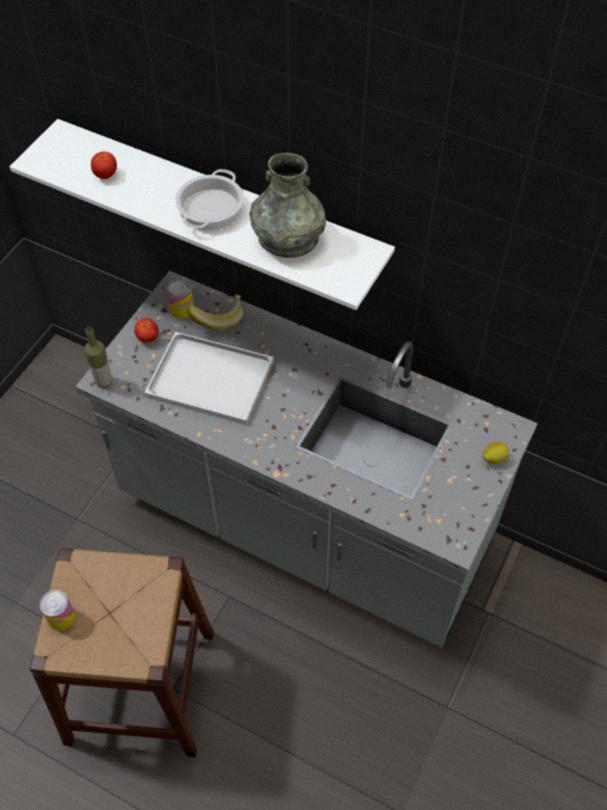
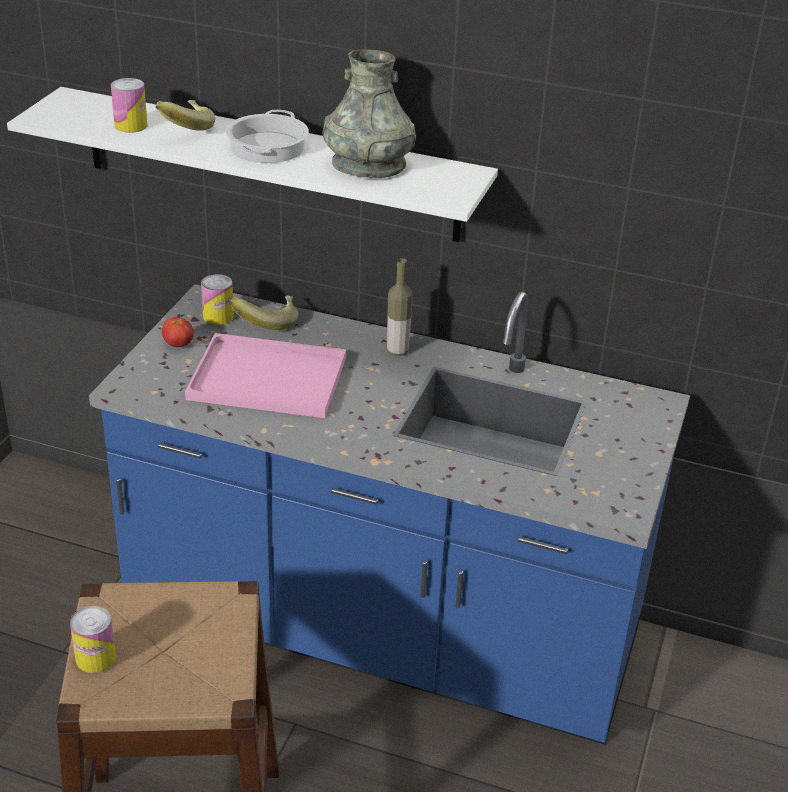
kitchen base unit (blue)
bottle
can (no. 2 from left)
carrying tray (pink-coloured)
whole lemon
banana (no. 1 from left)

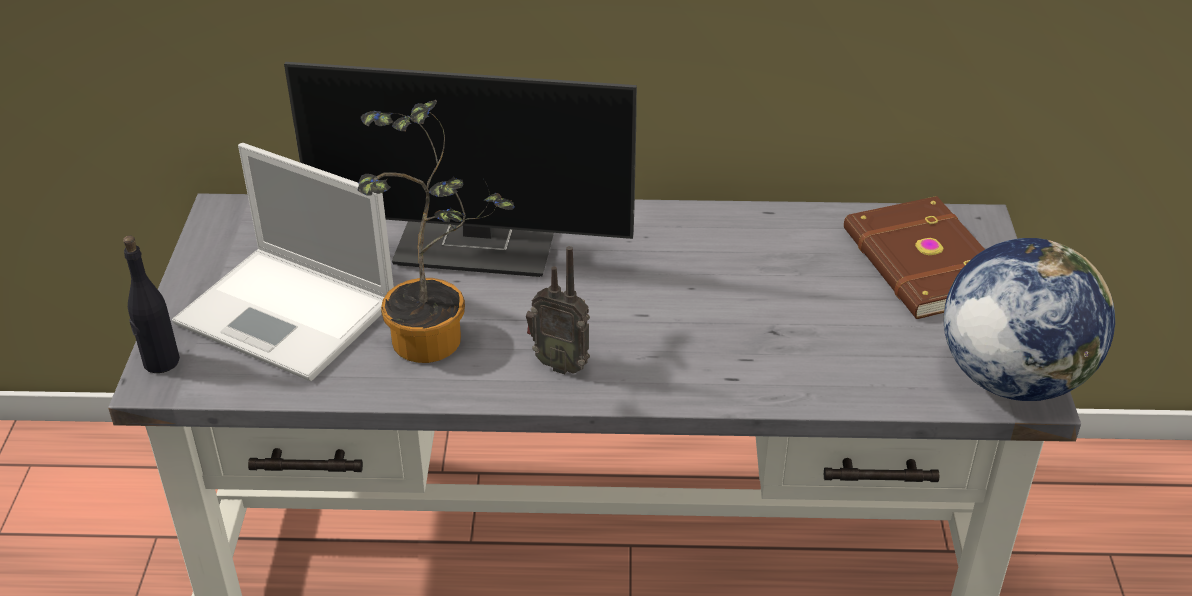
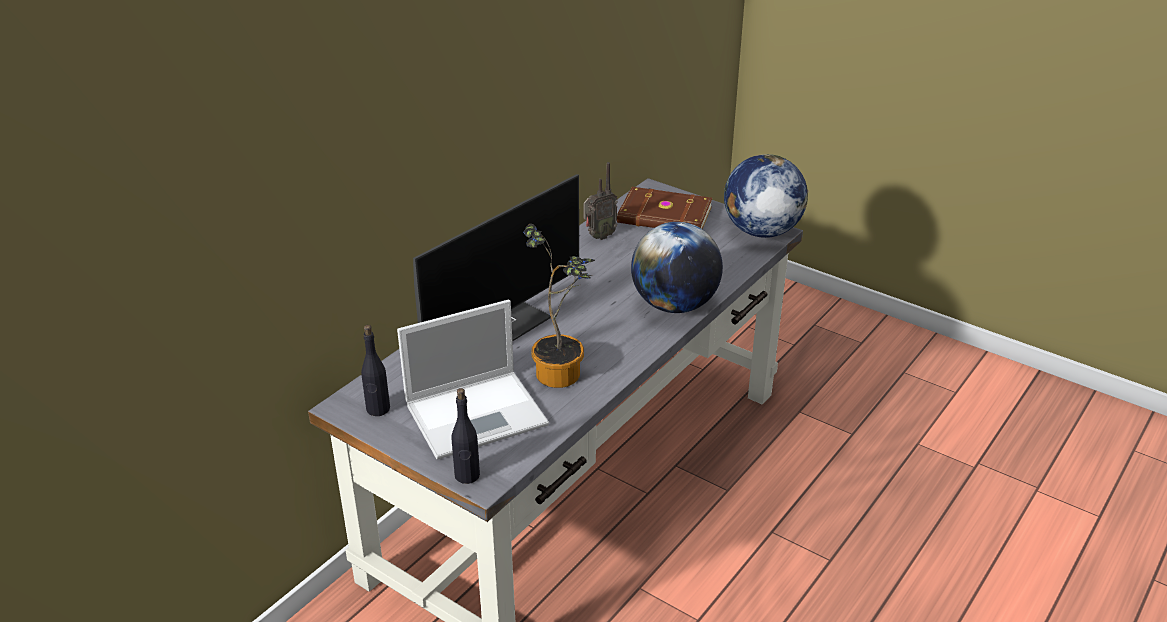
radio set
bottle (blackish) (no. 1 from left)
desk globe (no. 1 from left)

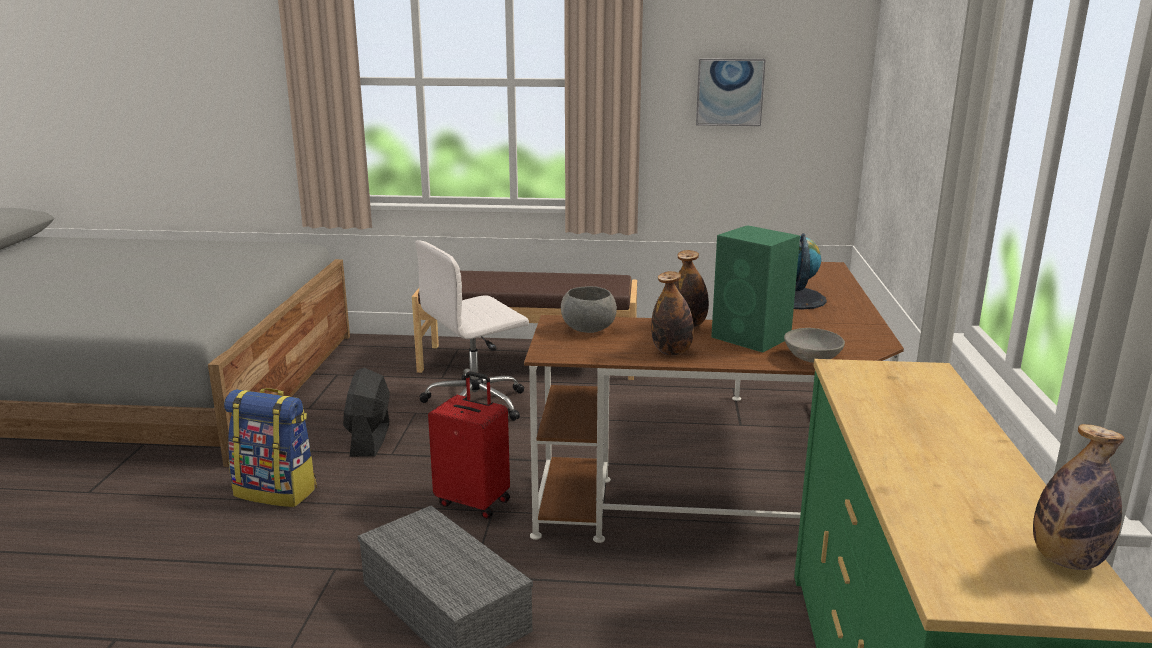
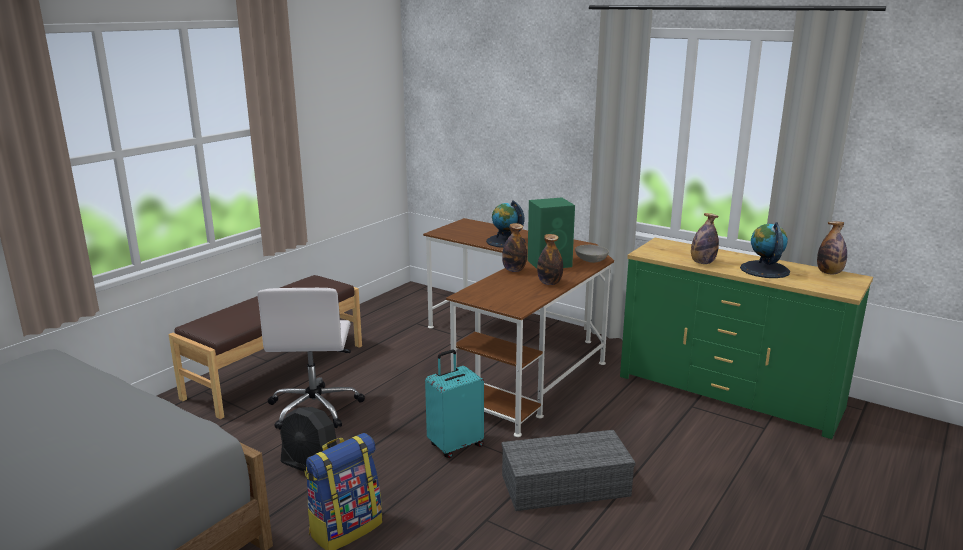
travel case (turquoise)
serving bowl (grey) (no. 1 from left in the first image)
wall art
bottle (no. 3 from left)
desk globe (no. 2 from left)

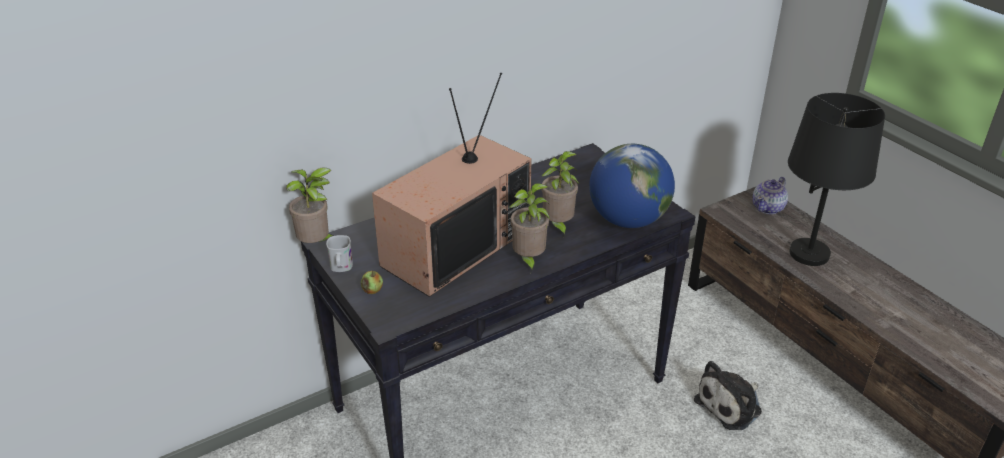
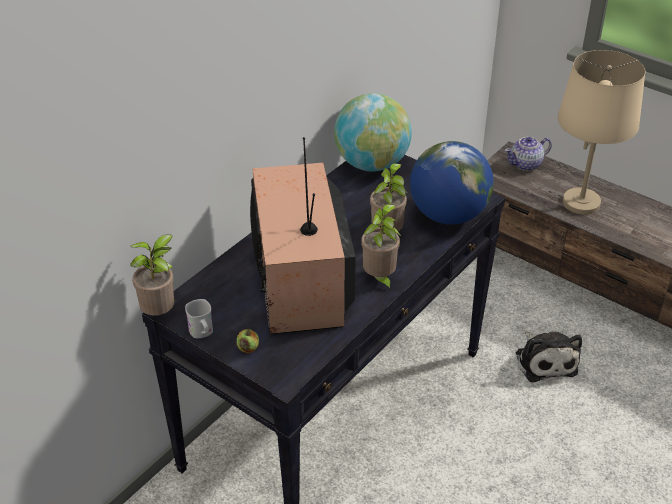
TV set
soft toy
pot for tea
lamp for a table (sand-coloured)
desk globe (no. 1 from left)

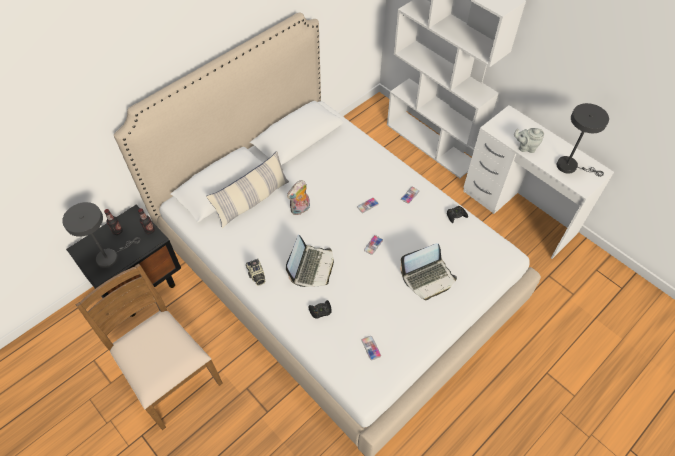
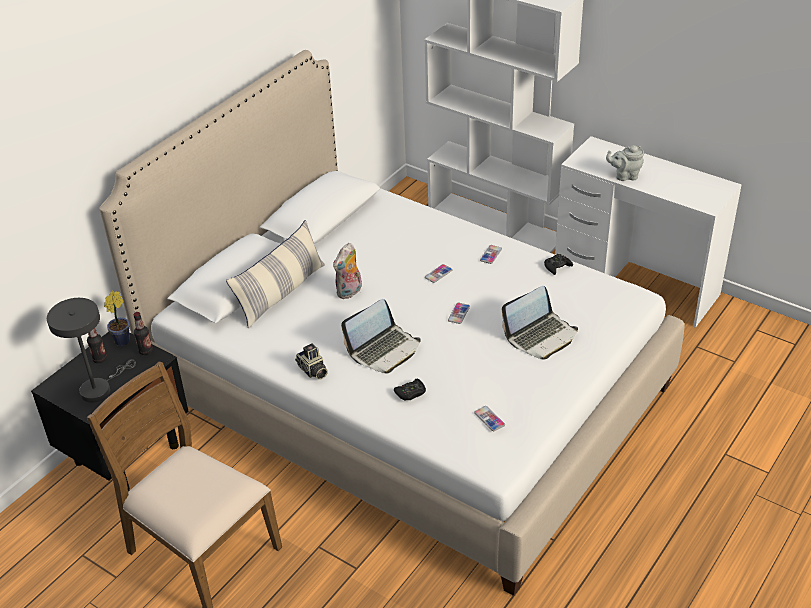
notebook computer (no. 1 from left)
lamp for a table (grey) (no. 2 from left in the first image)
plant in a pot

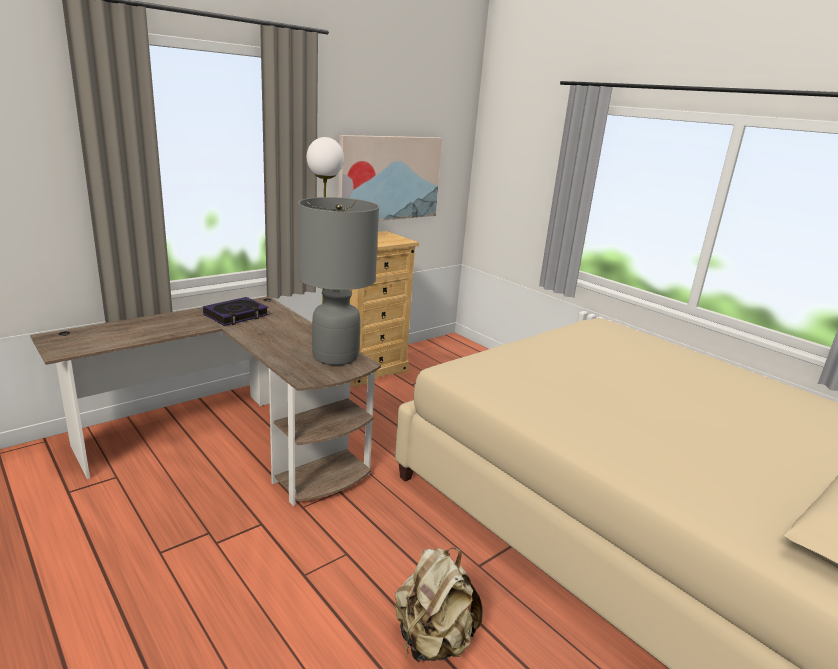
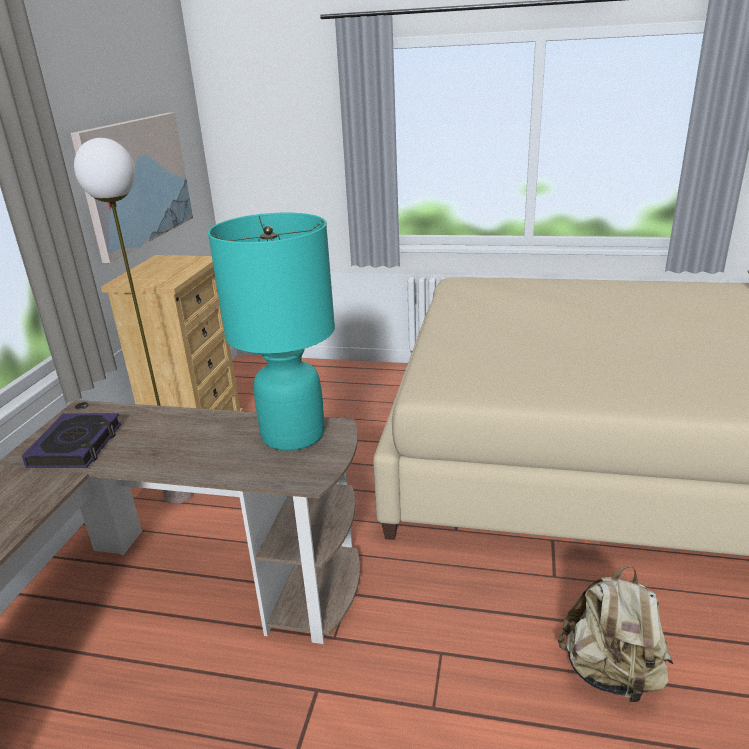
lamp for a table (turquoise)

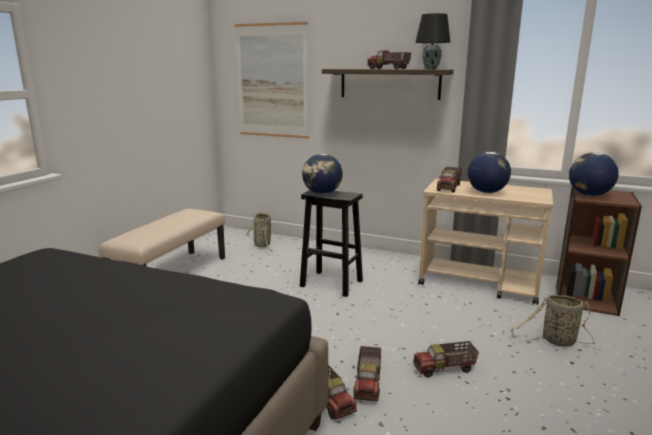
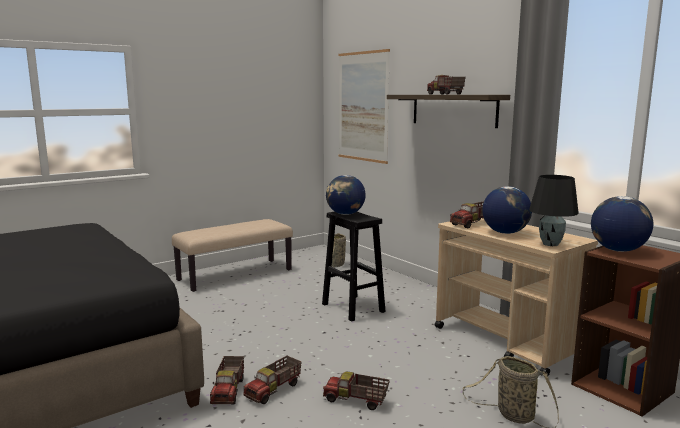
lamp for a table (blackish)

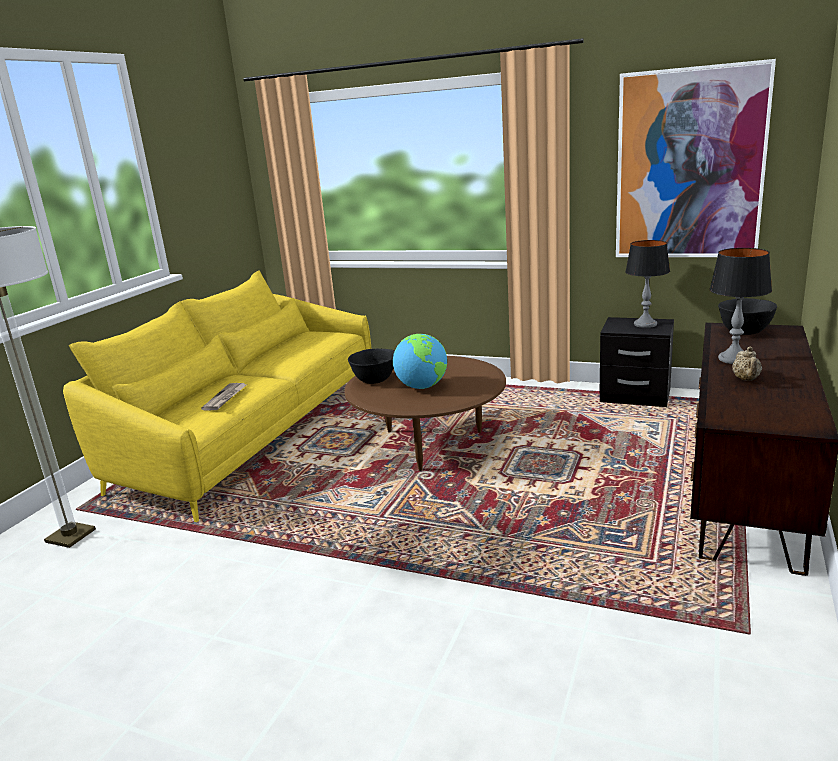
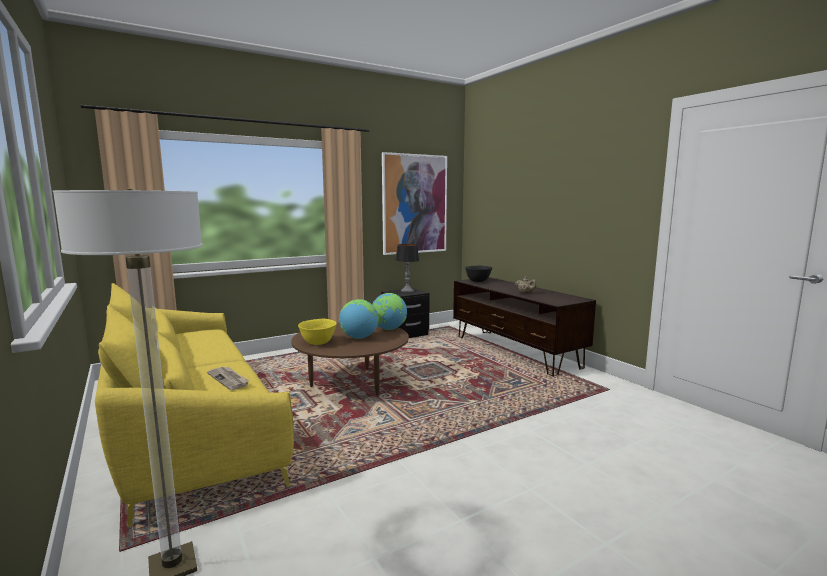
serving bowl (yellowish)
lamp for a table (no. 2 from left in the first image)
desk globe (no. 2 from left)

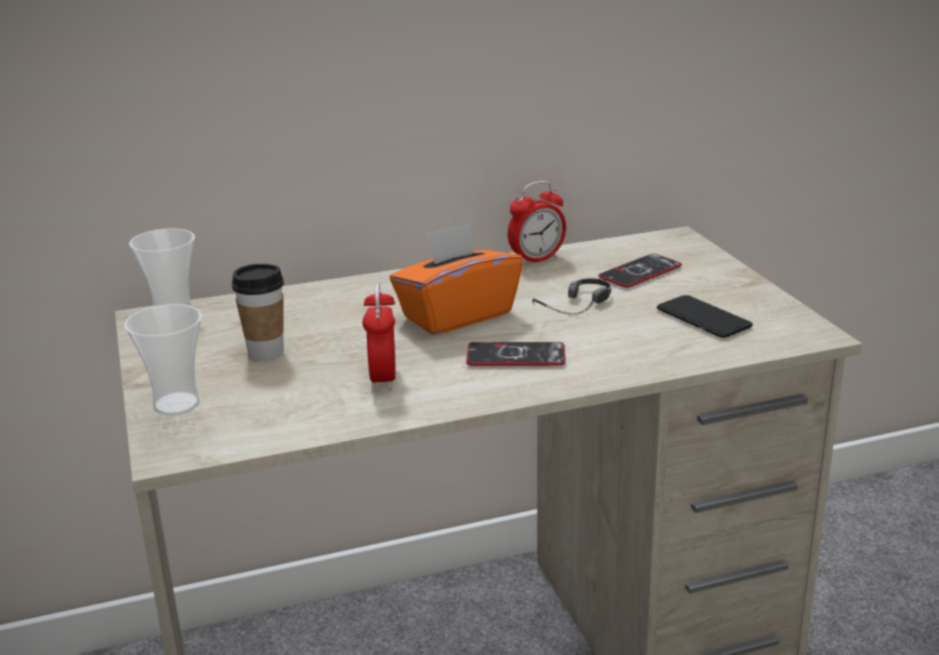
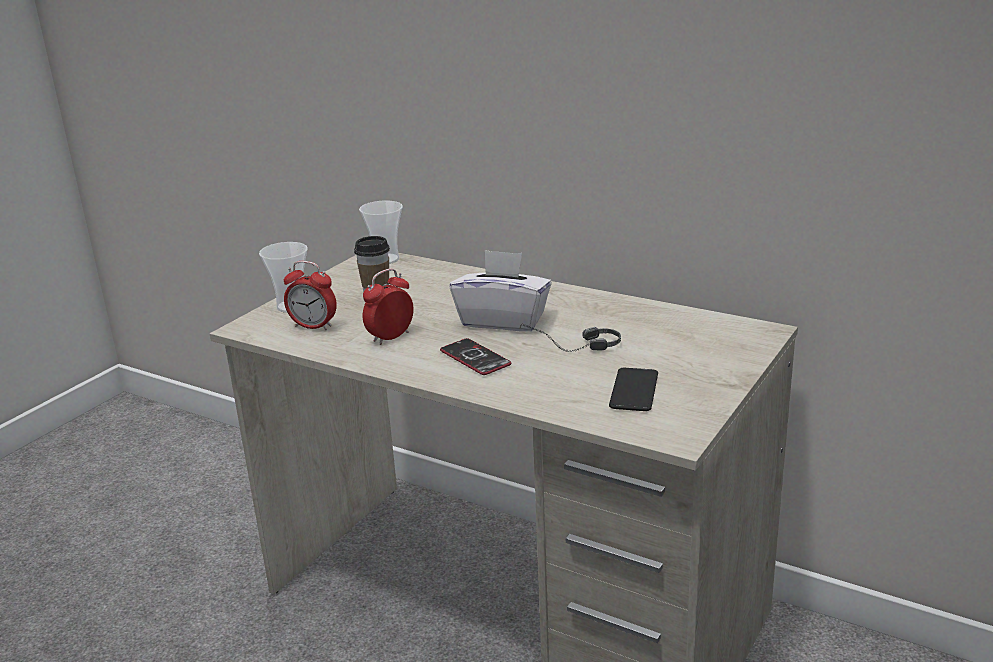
tissue box (white)
alarm clock (no. 1 from left)
telephone (no. 2 from left in the first image)

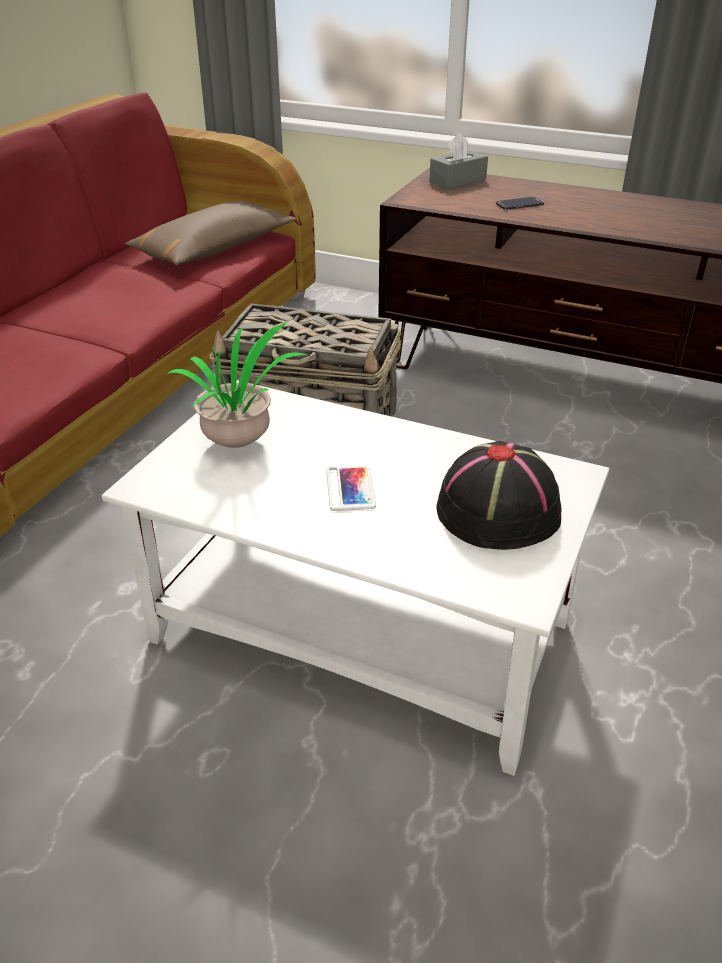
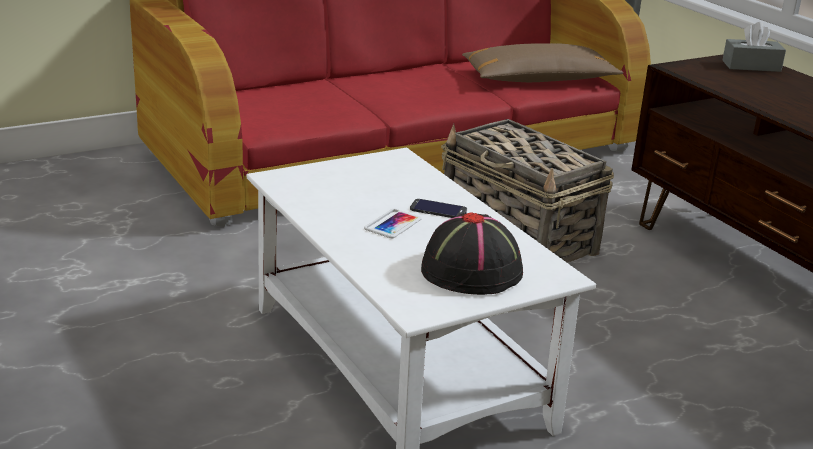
plant in a pot
telephone (no. 2 from left)

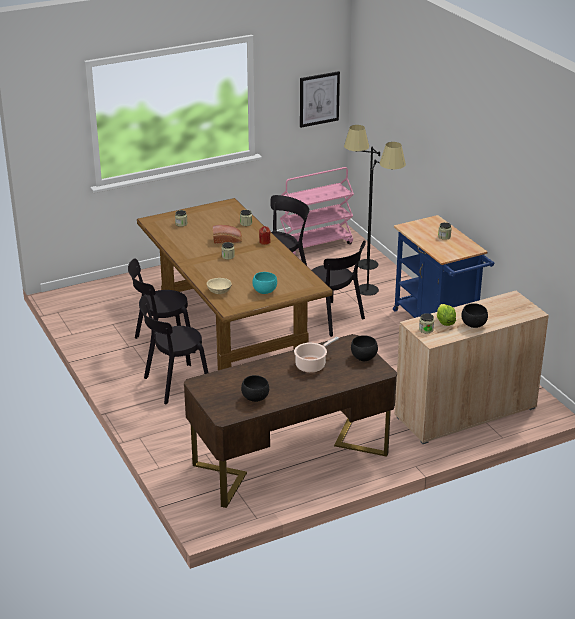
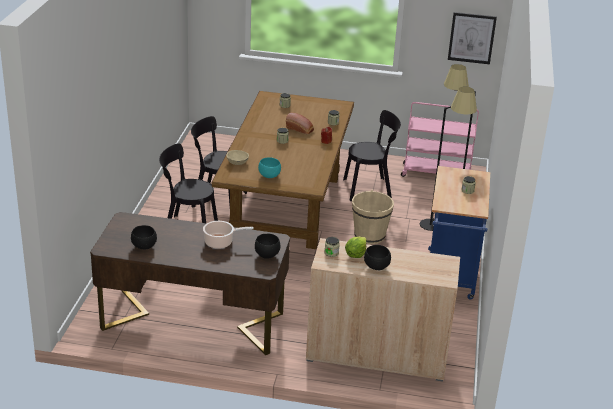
pail (sand-coloured)

